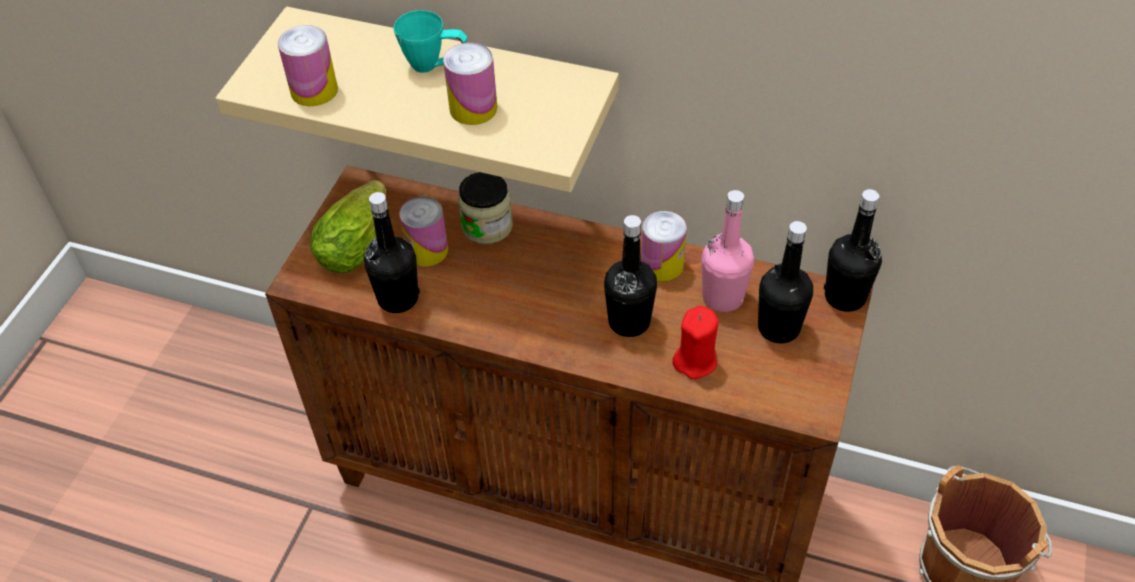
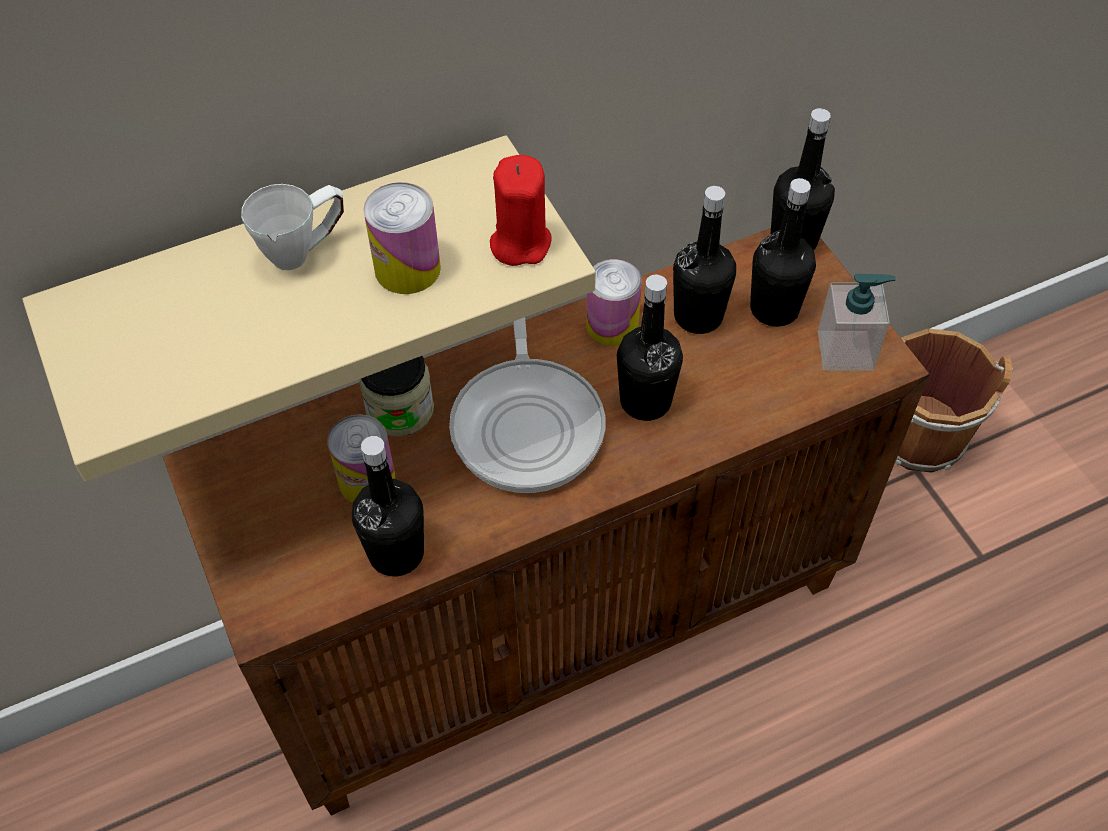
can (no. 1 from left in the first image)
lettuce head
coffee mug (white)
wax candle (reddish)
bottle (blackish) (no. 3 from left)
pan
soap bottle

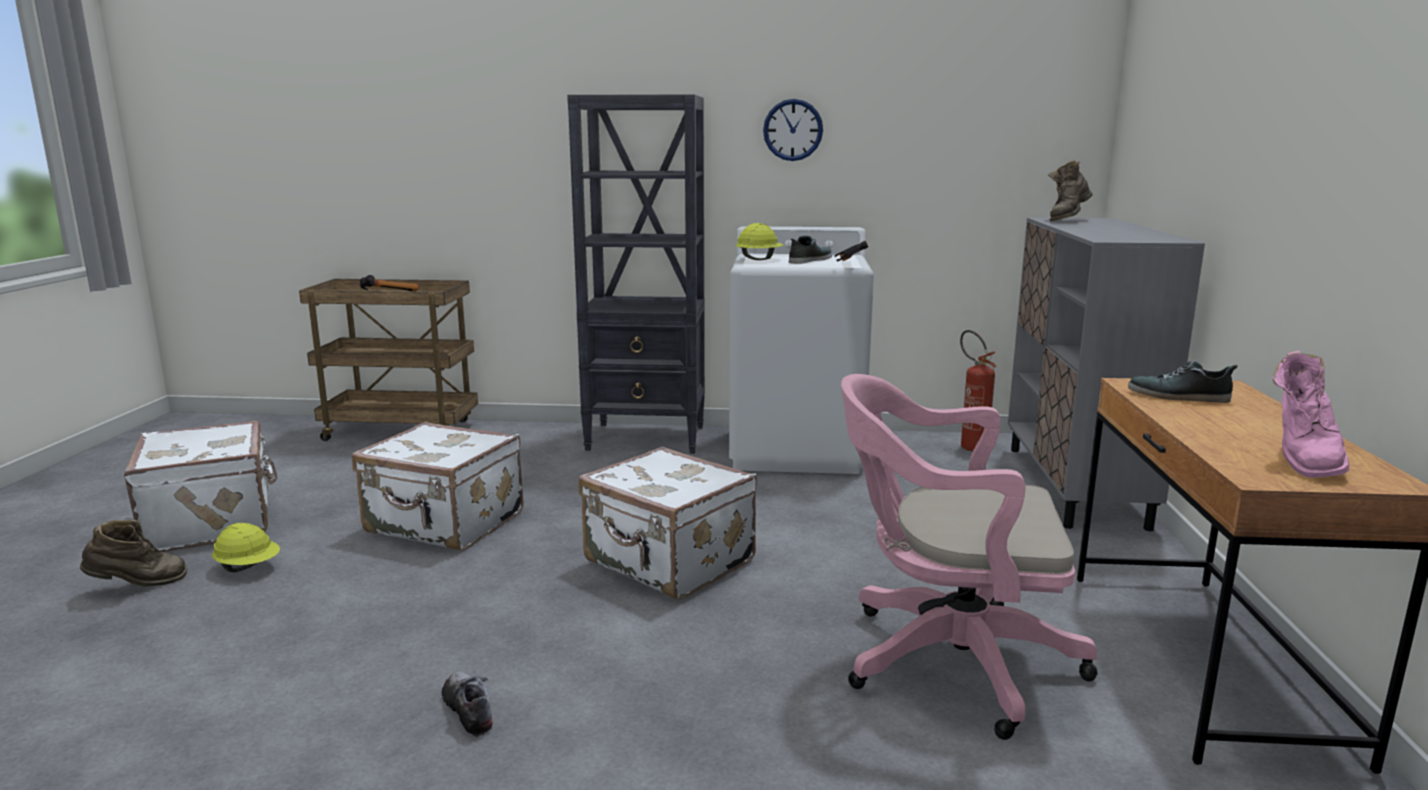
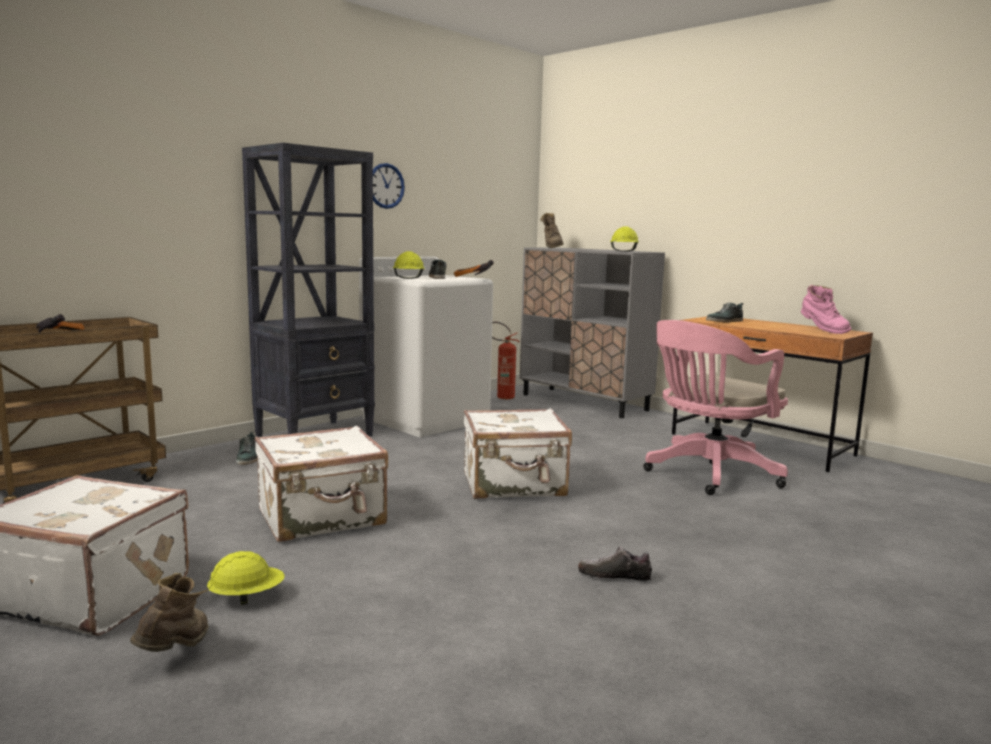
low shoe (no. 1 from left)
work helmet (yellowish) (no. 3 from left)

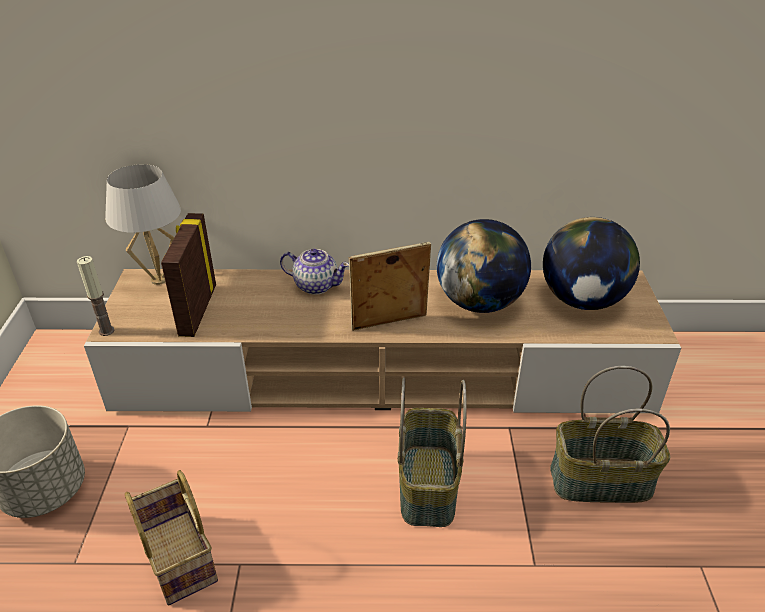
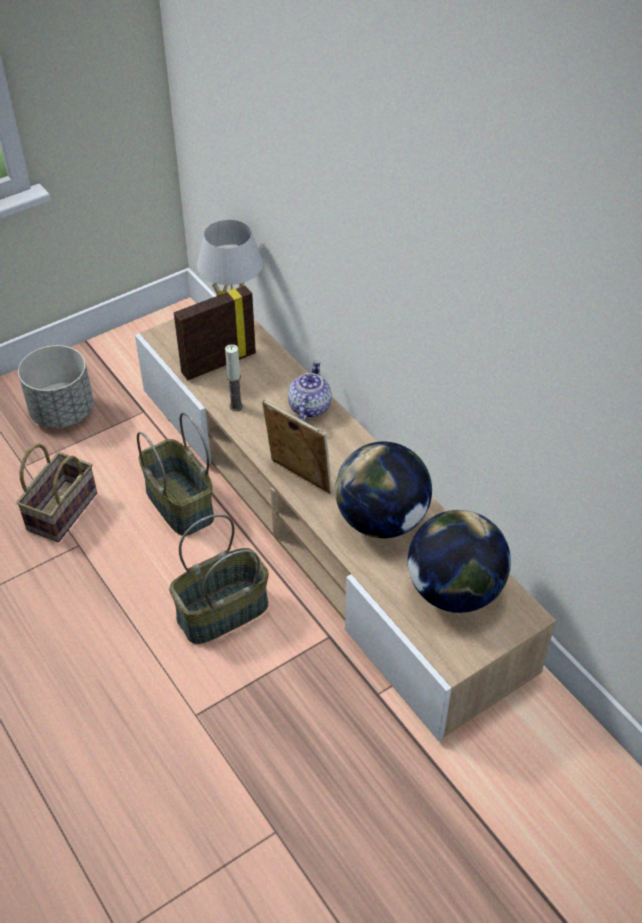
wax candle
pot for tea
household basket (no. 2 from left)

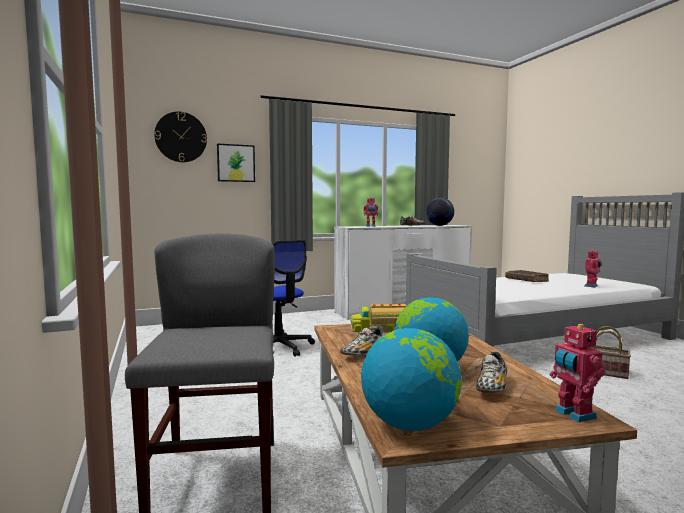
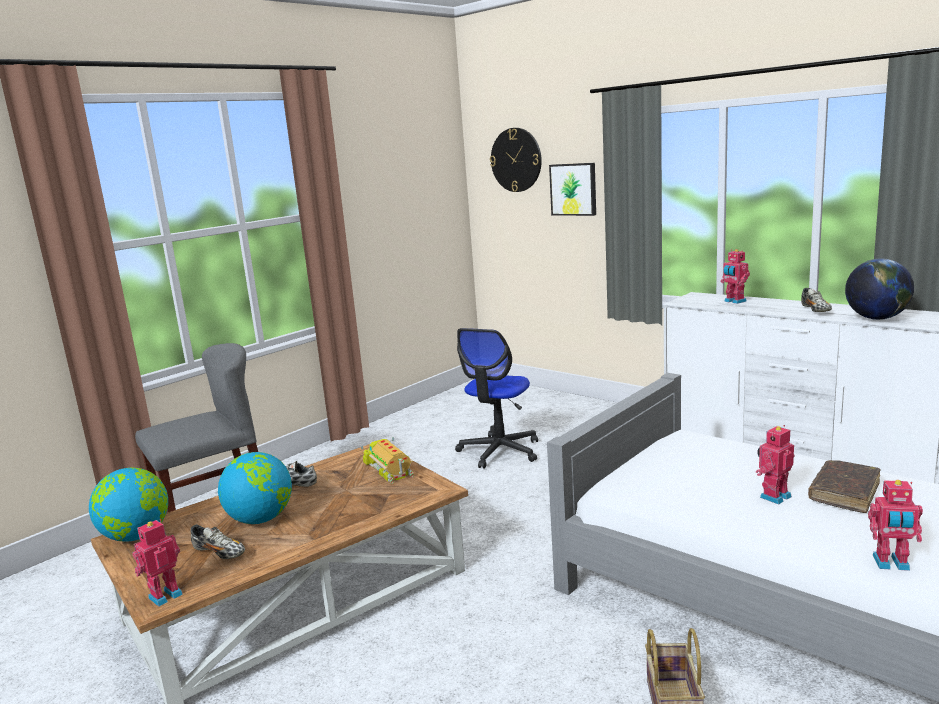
low shoe (no. 1 from left)
robot figure (no. 3 from left)

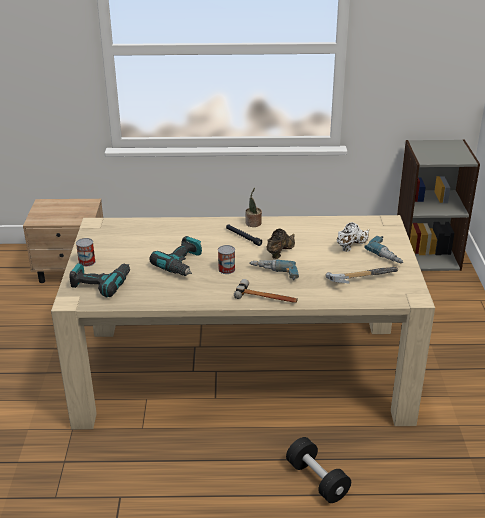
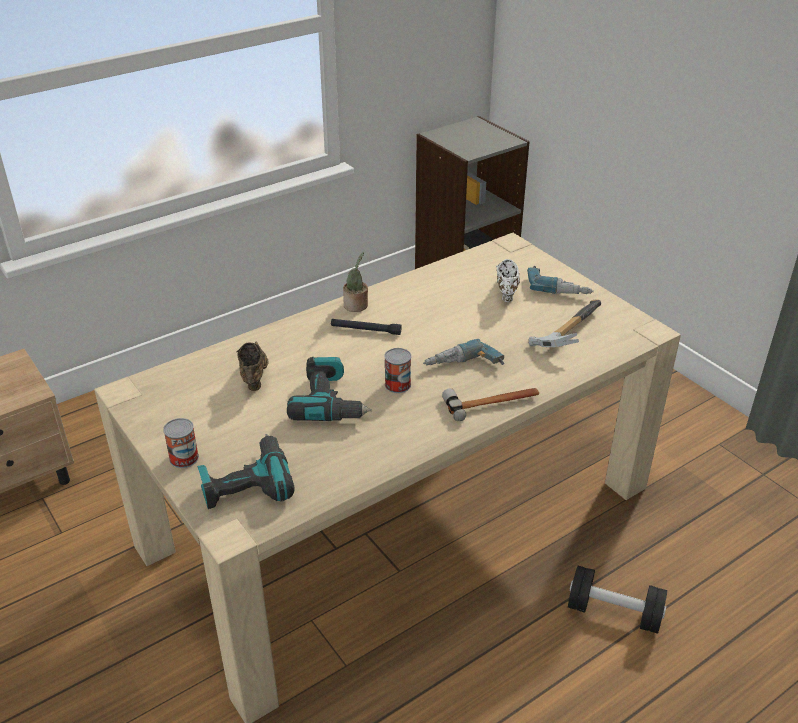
low shoe (brownish)

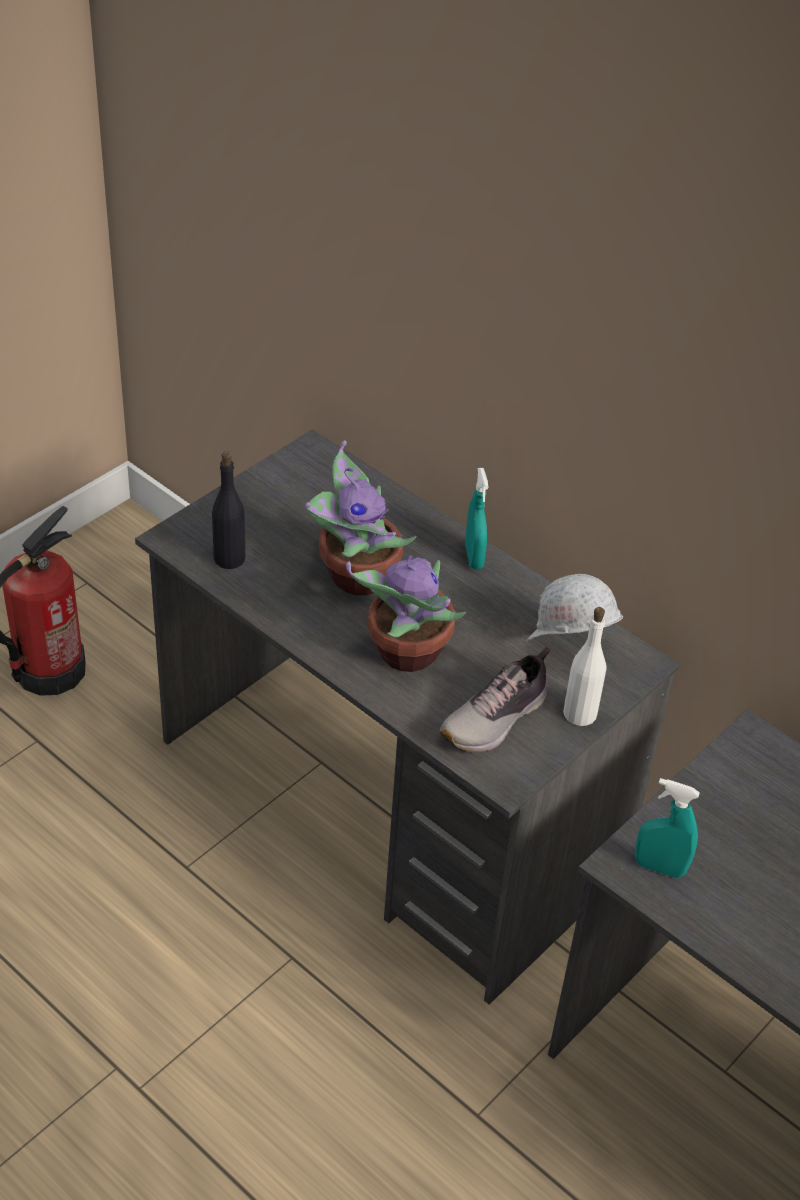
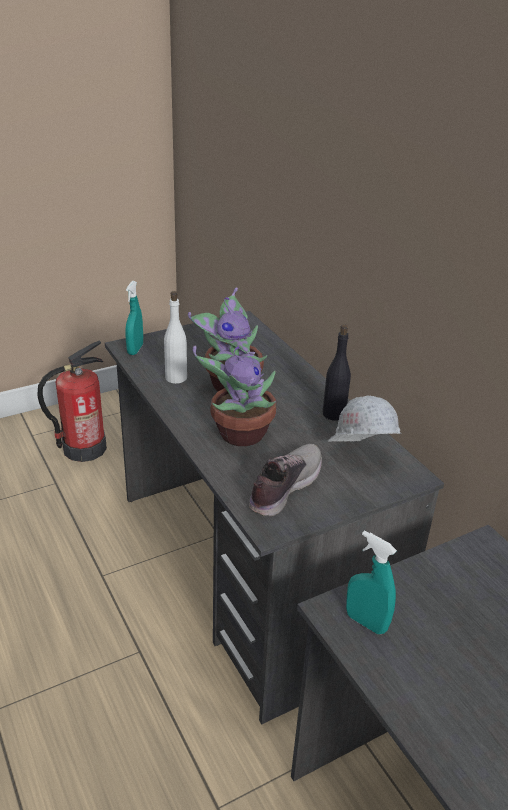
bottle (blackish)
low shoe
hand sprayer (turquoise) (no. 1 from left)
bottle (white)

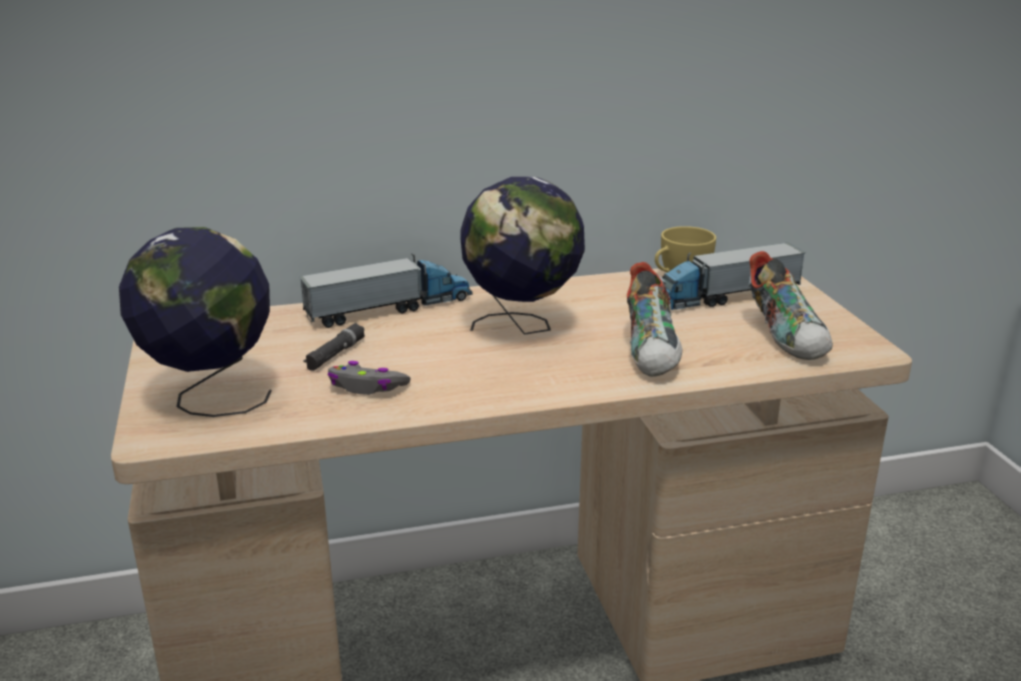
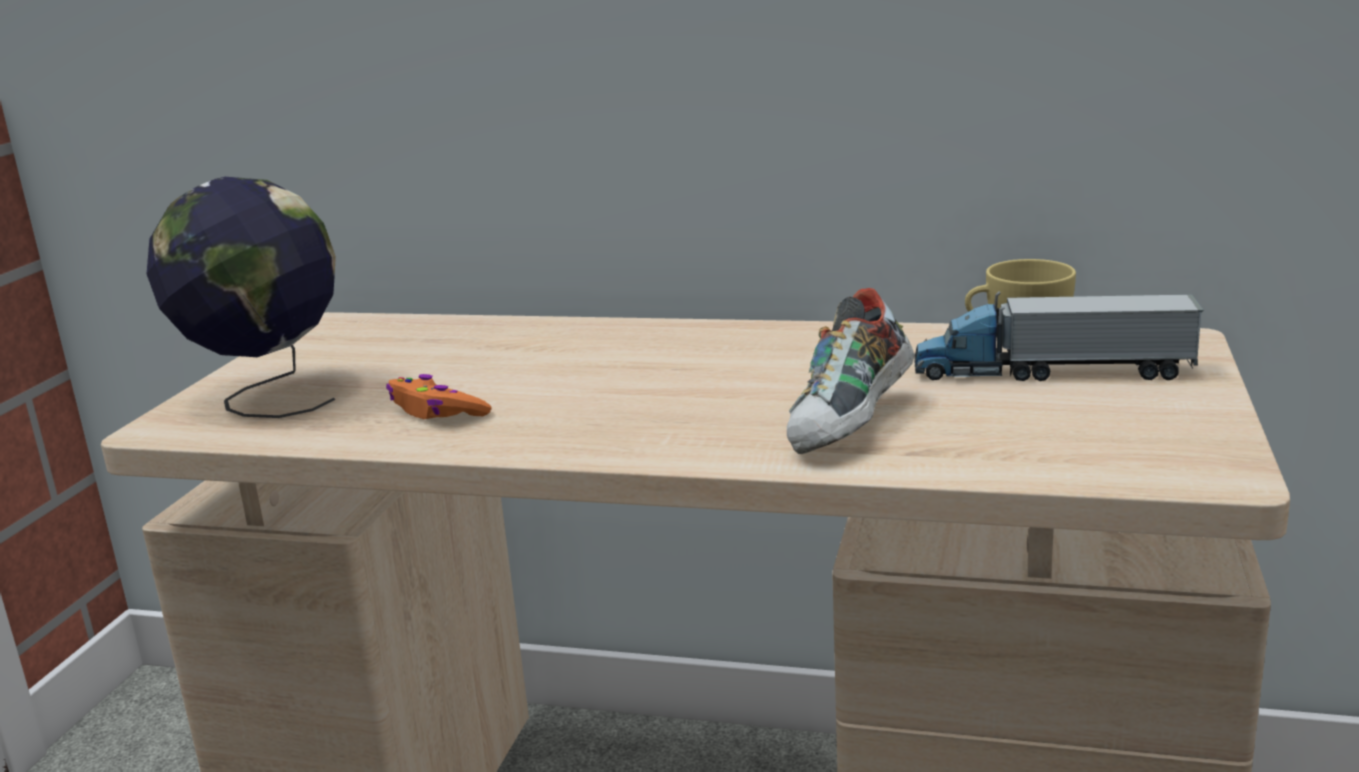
toy truck (no. 1 from left in the first image)
torch (blackish)
game controller (orange-coloured)
desk globe (no. 2 from left in the first image)
low shoe (no. 2 from left in the first image)

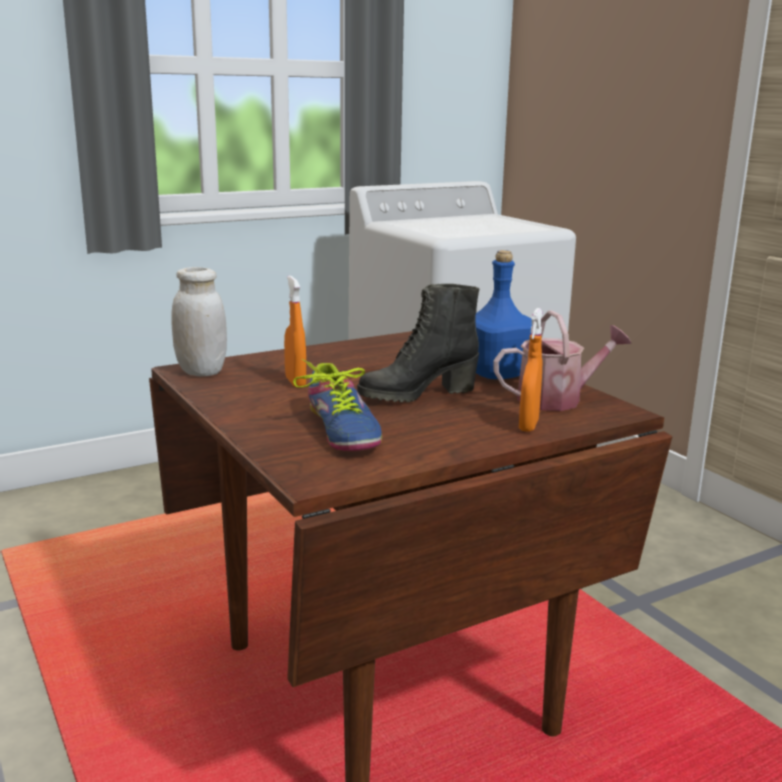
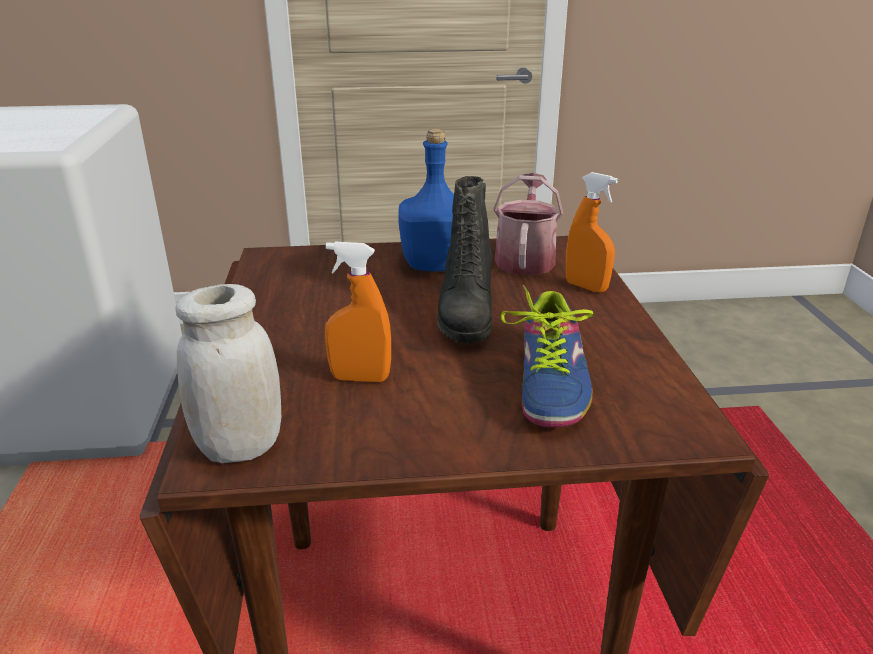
low shoe

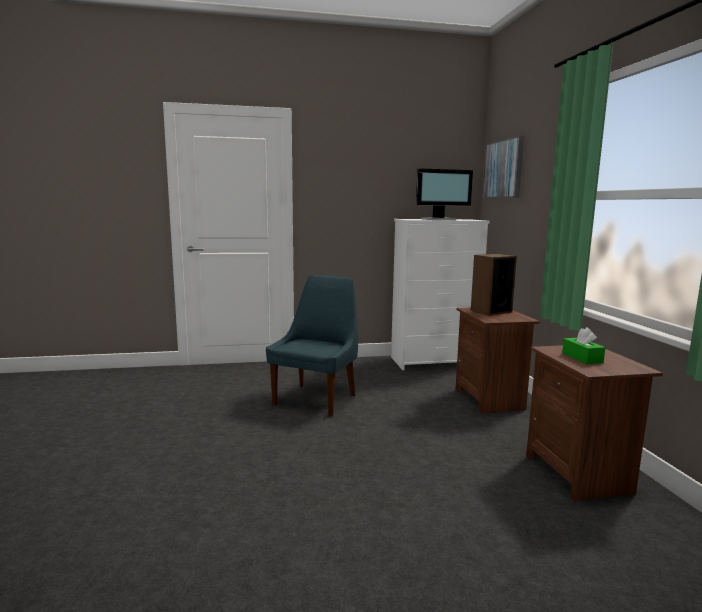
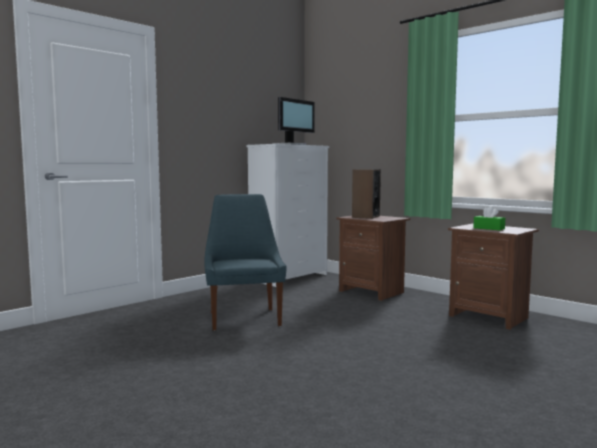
wall art

